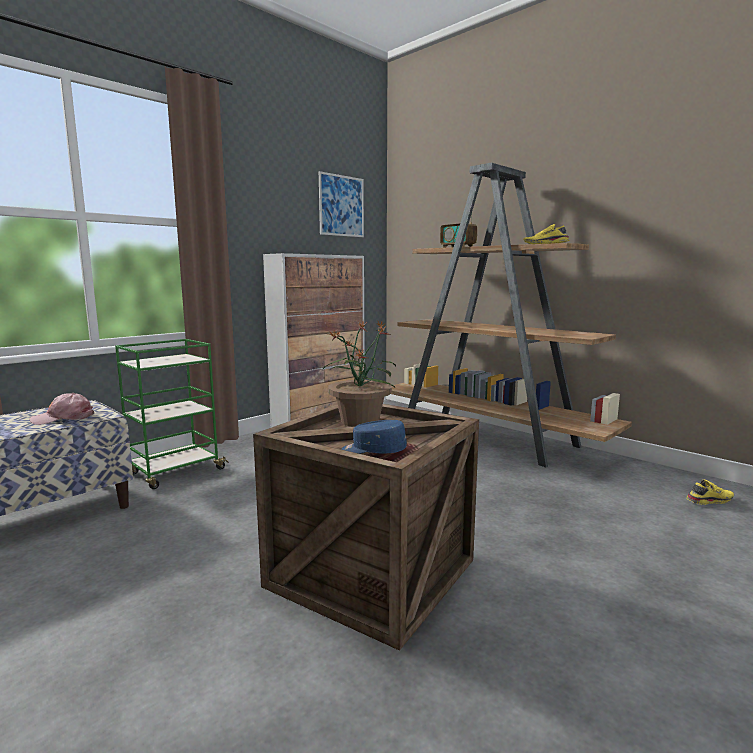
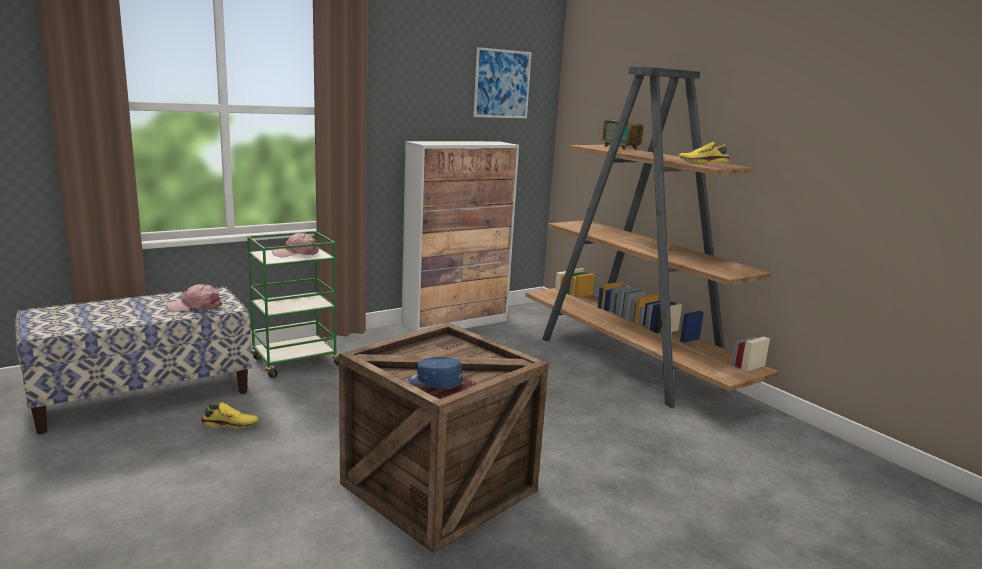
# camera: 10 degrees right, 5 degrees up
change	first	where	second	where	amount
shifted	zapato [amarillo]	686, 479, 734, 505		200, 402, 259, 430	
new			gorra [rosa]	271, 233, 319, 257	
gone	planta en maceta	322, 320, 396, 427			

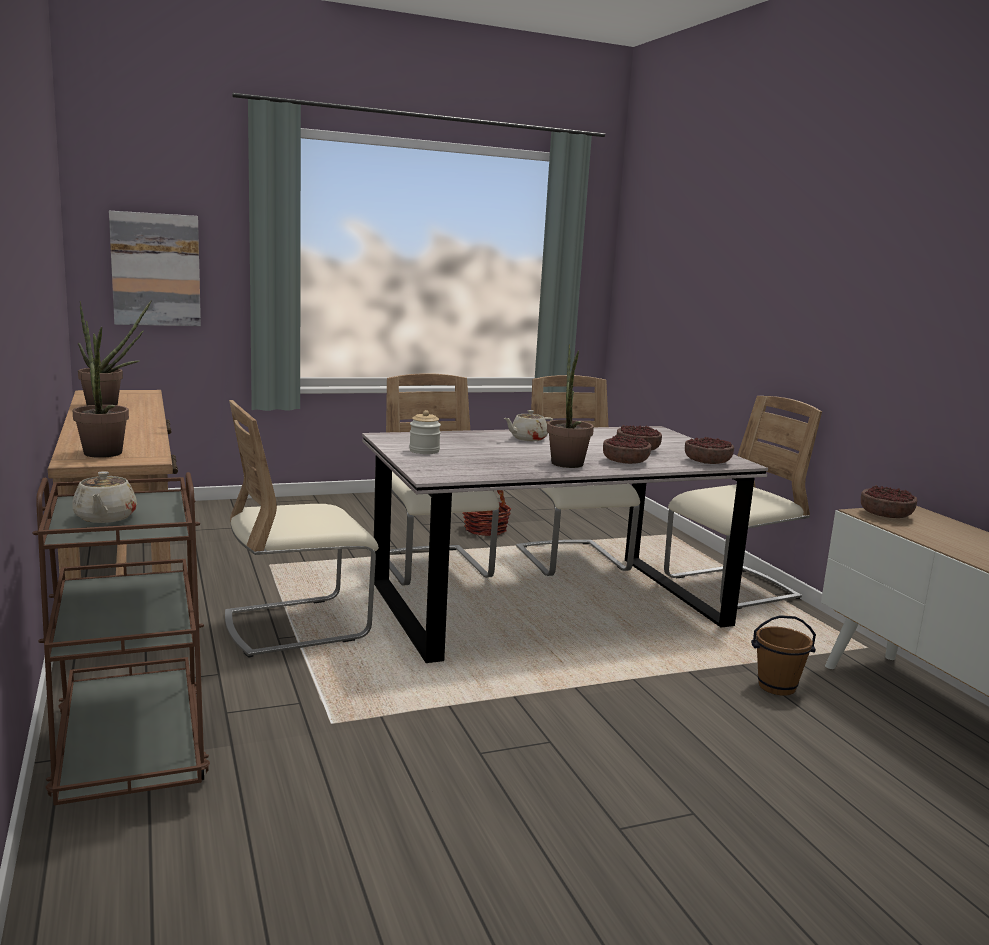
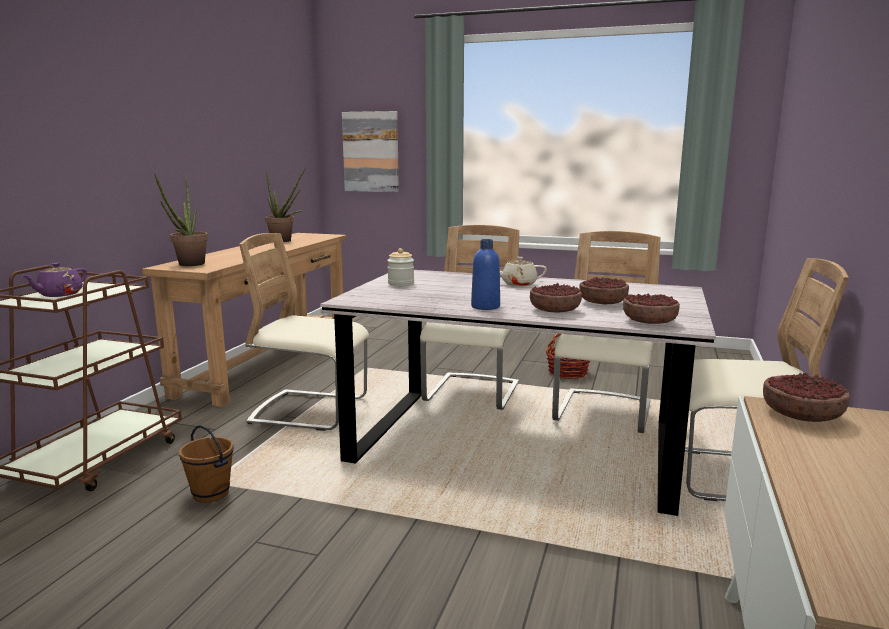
# camera: 40 degrees right, 0 degrees up
change	first	where	second	where	amount
repainted	tetera [beis]	72, 471, 137, 523	tetera [morado]	22, 263, 87, 297	
shifted	cubo [marrón]	751, 615, 816, 696		179, 425, 234, 503	
swapped	planta en maceta	547, 344, 594, 468	botella [azul]	471, 239, 500, 310	

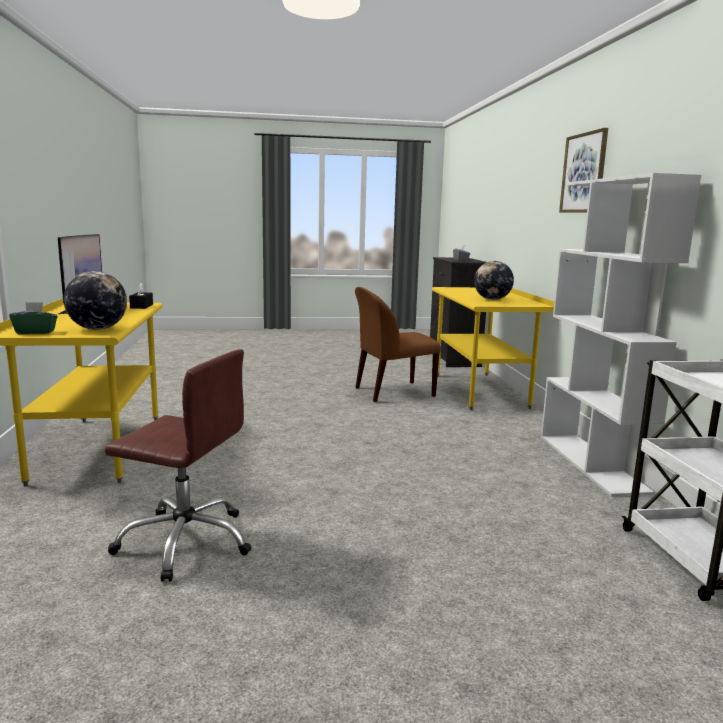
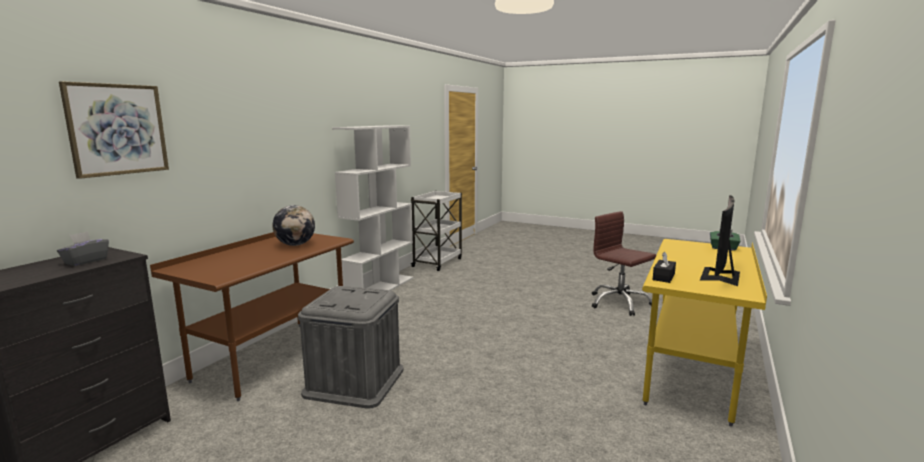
# camera: 145 degrees left, 0 degrees up
change	first	where	second	where	amount
shifted	cuadro	559, 128, 608, 213		59, 81, 169, 179	
repainted	escritorio [amarillo]	432, 287, 554, 410	escritorio [marrón]	150, 232, 354, 401	
swapped	silla [marrón]	355, 287, 441, 402	caja de almacenaje [gris]	298, 286, 404, 409	
gone	globo terráqueo	64, 271, 127, 330			

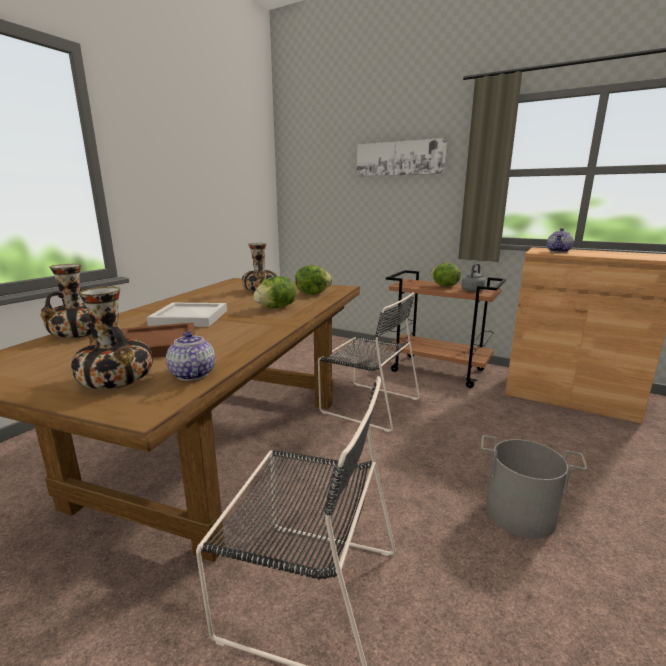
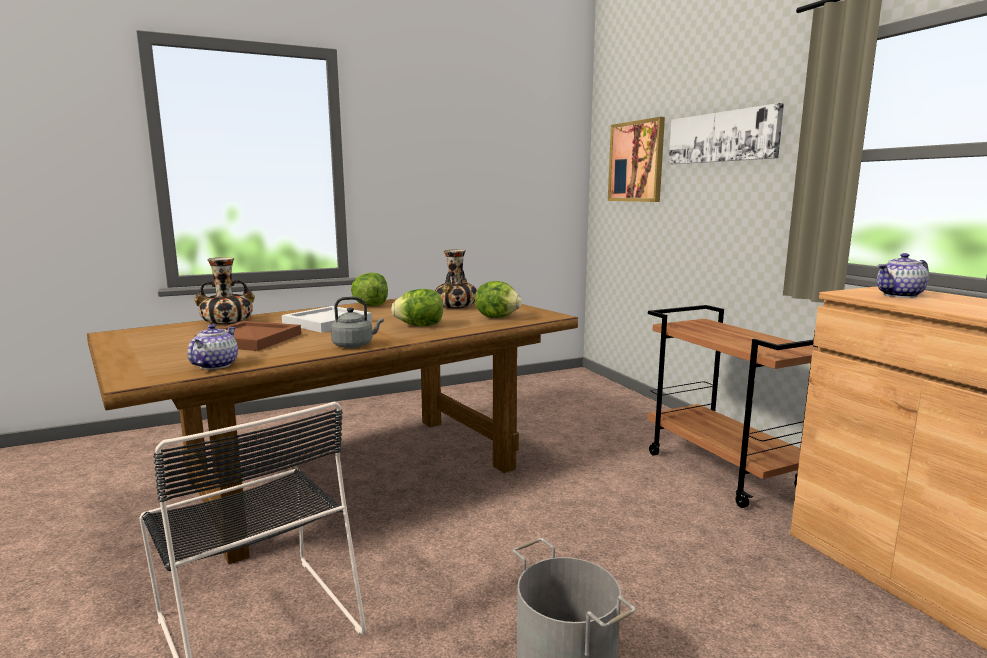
# camera: 35 degrees right, 5 degrees down
change	first	where	second	where	amount
shifted	hervidor [gris]	462, 264, 485, 292		331, 297, 384, 348	
shifted	lechuga	430, 263, 461, 287		351, 272, 388, 306	
new			cuadro	608, 117, 665, 202	
gone	florero	71, 286, 153, 389			
gone	silla [negro]	318, 292, 420, 432			

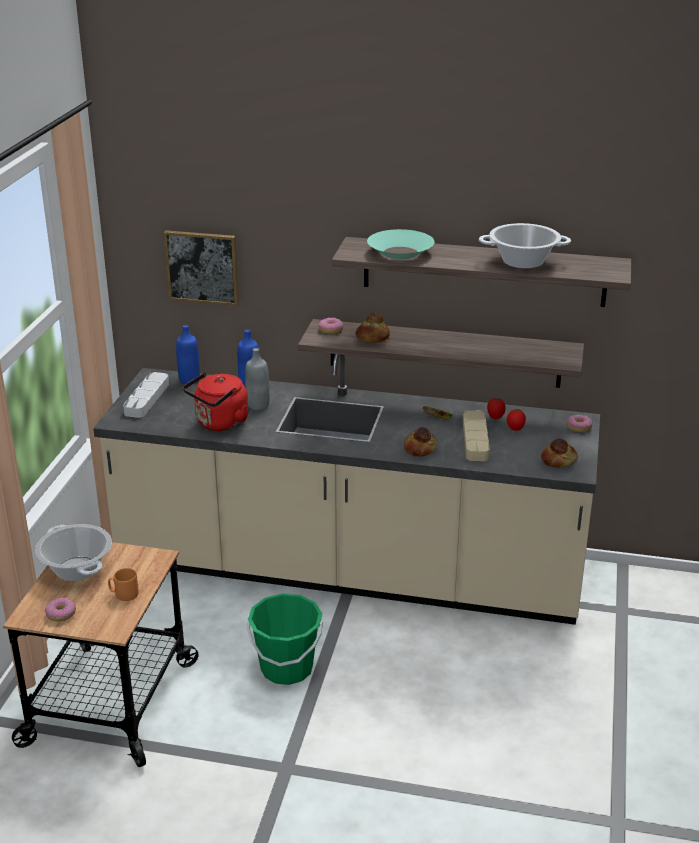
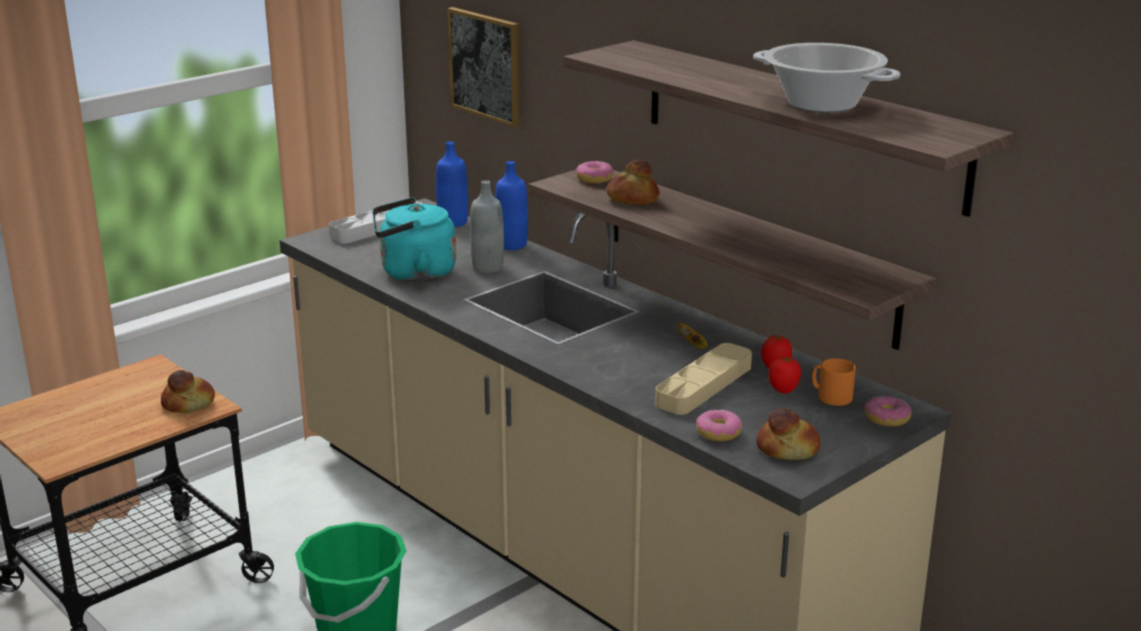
# camera: 35 degrees right, 5 degrees down
change	first	where	second	where	amount
shifted	pan	404, 427, 438, 457		161, 370, 215, 413	
repainted	hervidor [rojo]	183, 372, 248, 431	hervidor [turquesa]	372, 197, 456, 282	
shifted	rosquilla	45, 598, 76, 622		696, 410, 742, 441	
shifted	taza grande [naranja]	108, 568, 139, 601		812, 358, 856, 406	
gone	olla	35, 524, 112, 581			
gone	cuenco [turquesa]	367, 229, 435, 260			

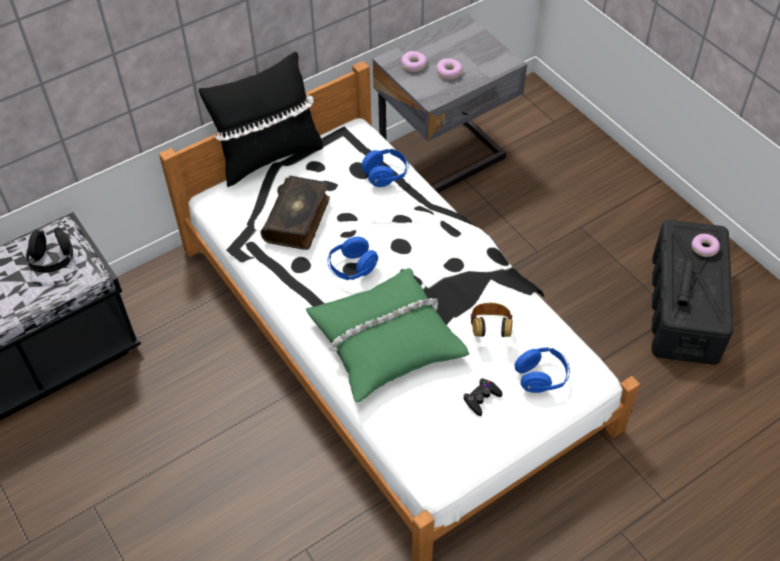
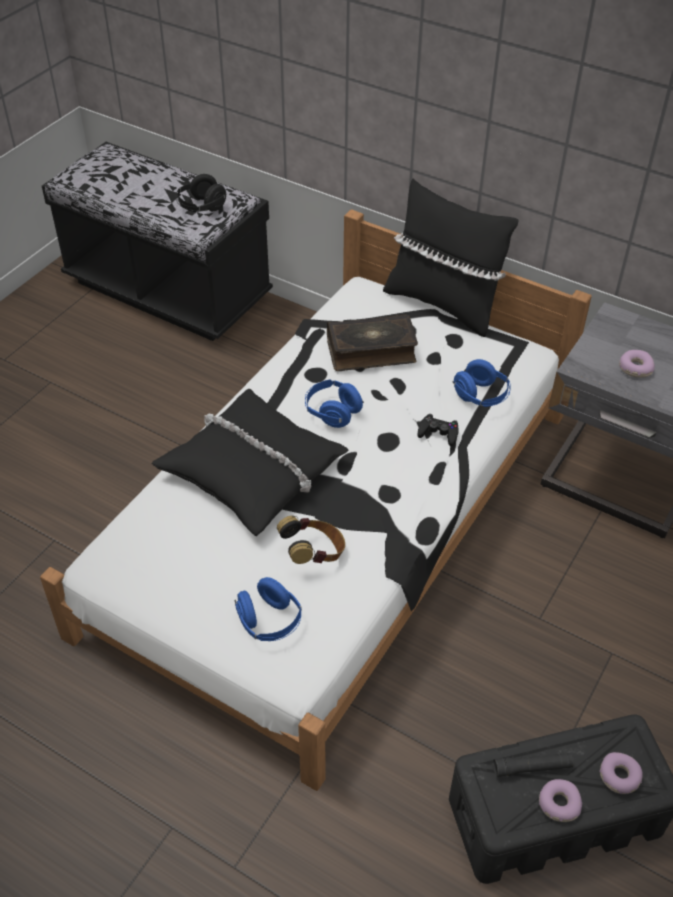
# camera: 65 degrees right, 5 degrees down
change	first	where	second	where	amount
repainted	cojín [verde]	306, 268, 469, 403	cojín [negro]	152, 389, 348, 536	
shifted	mando de consola [negro]	463, 378, 502, 416		418, 414, 459, 446	
shifted	rosquilla	401, 51, 427, 72		539, 779, 582, 822	

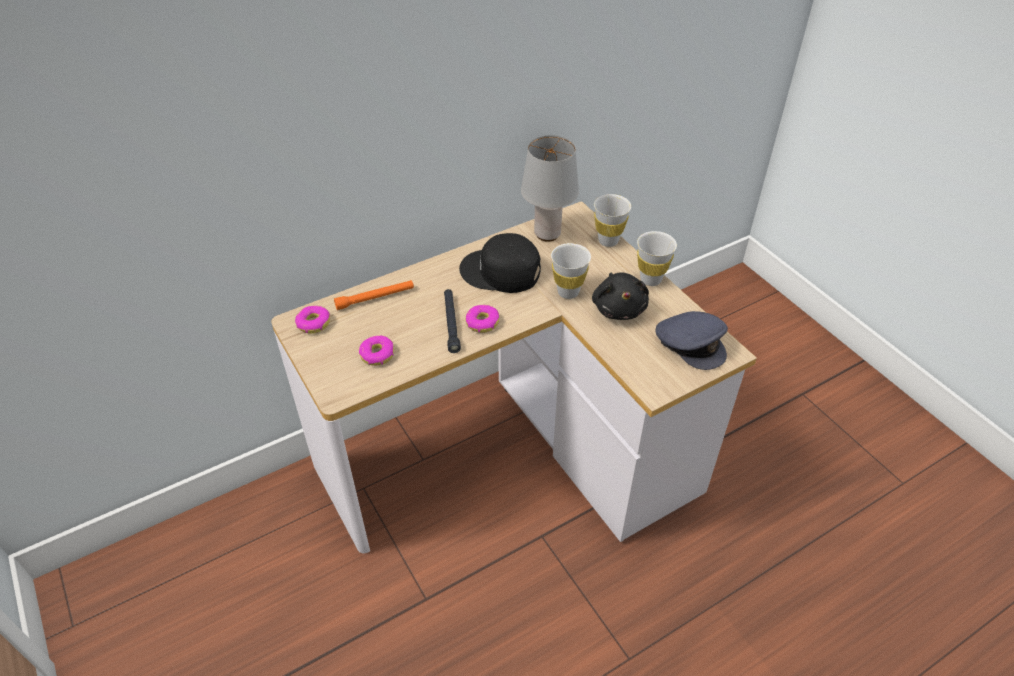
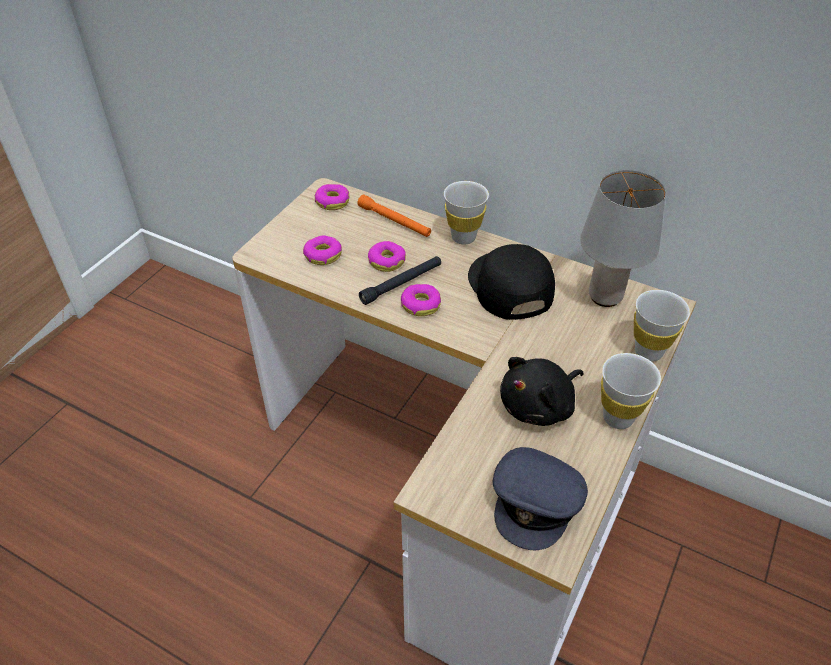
# camera: 60 degrees right, 0 degrees up
change	first	where	second	where	amount
new			rosquilla	368, 241, 406, 272	
shifted	taza [blanco]	551, 243, 591, 299		444, 181, 489, 245	

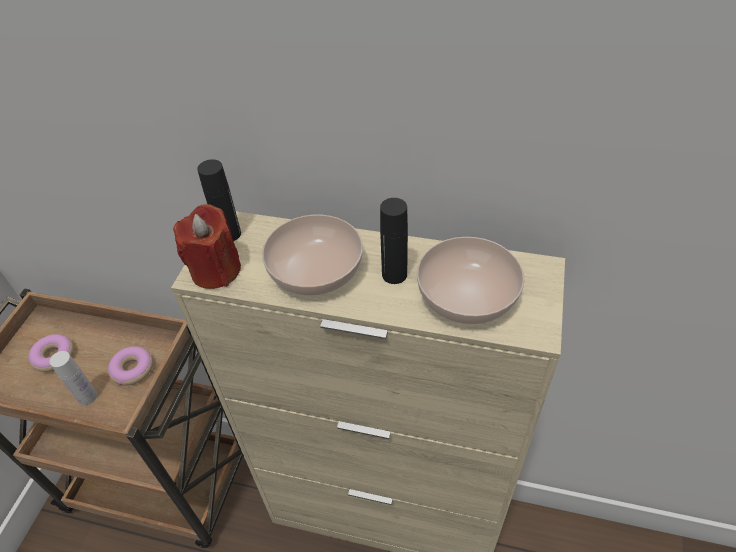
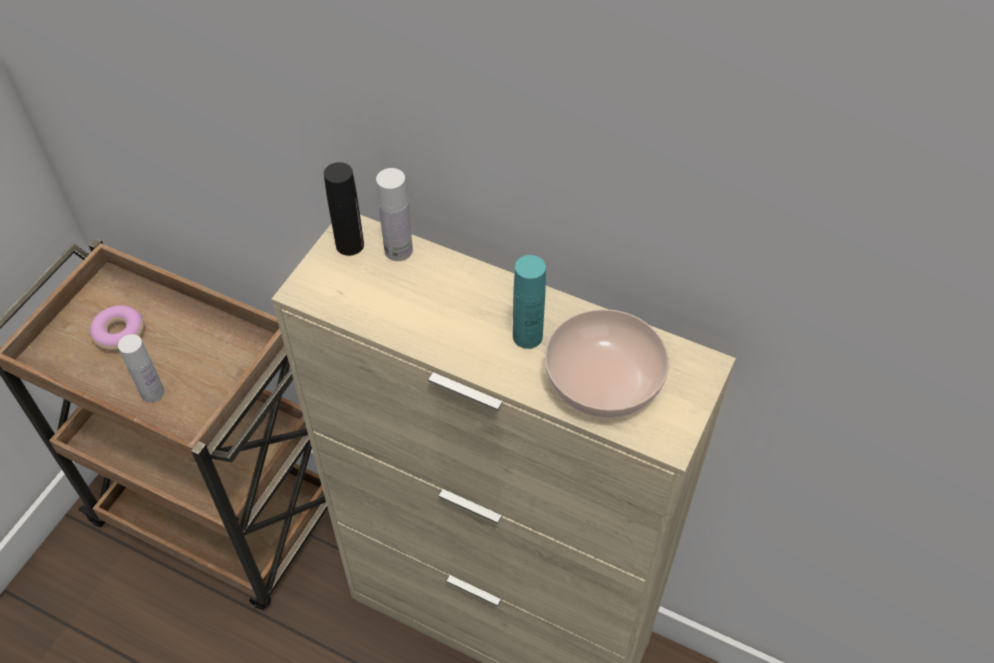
# camera: 10 degrees right, 5 degrees up
change	first	where	second	where	amount
new			botella [blanco]	376, 168, 413, 261	
repainted	botella [negro]	380, 198, 408, 284	botella [turquesa]	513, 255, 546, 349	
gone	rosquilla	108, 346, 153, 386			
gone	vela [rojo]	173, 204, 241, 289			
gone	cuenco	262, 215, 363, 296			

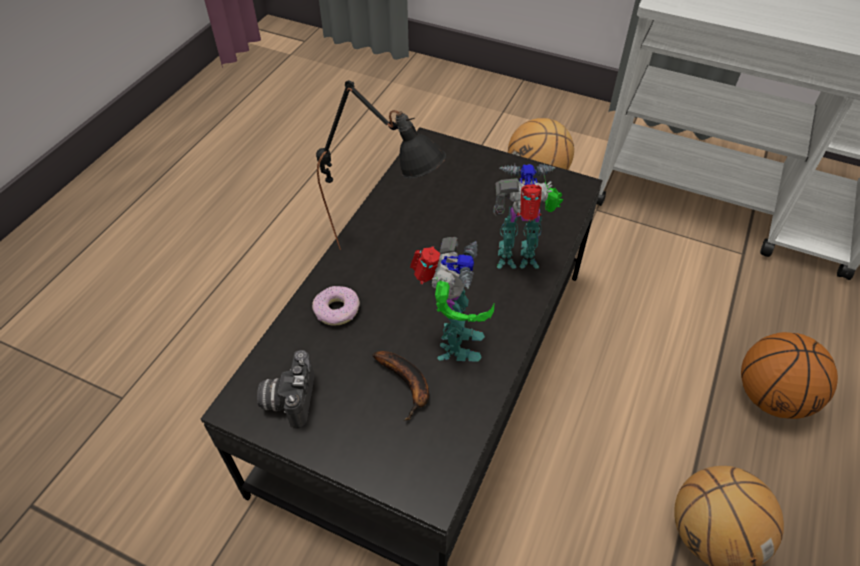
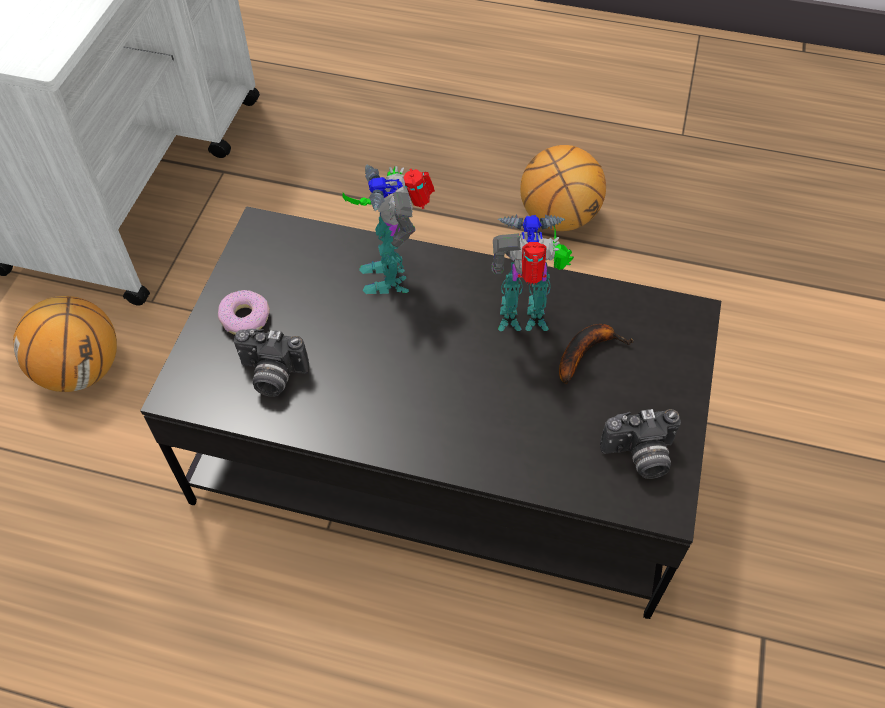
# camera: 100 degrees left, 5 degrees up
change	first	where	second	where	amount
shifted	rosquilla	312, 286, 360, 326		218, 290, 270, 335	
new			cámara	233, 329, 309, 397	
gone	lámpara de mesa [negro]	316, 80, 446, 250			
gone	balón de baloncesto	741, 332, 838, 419			

